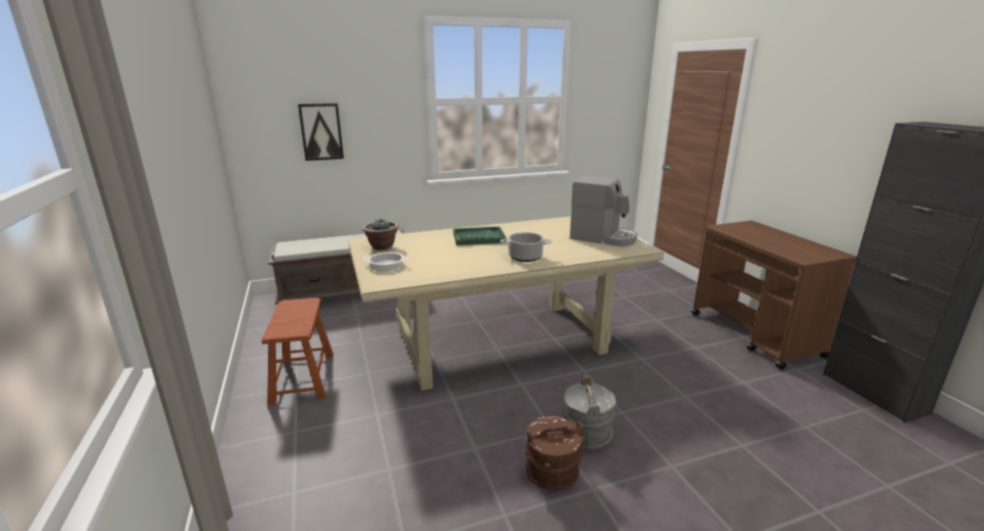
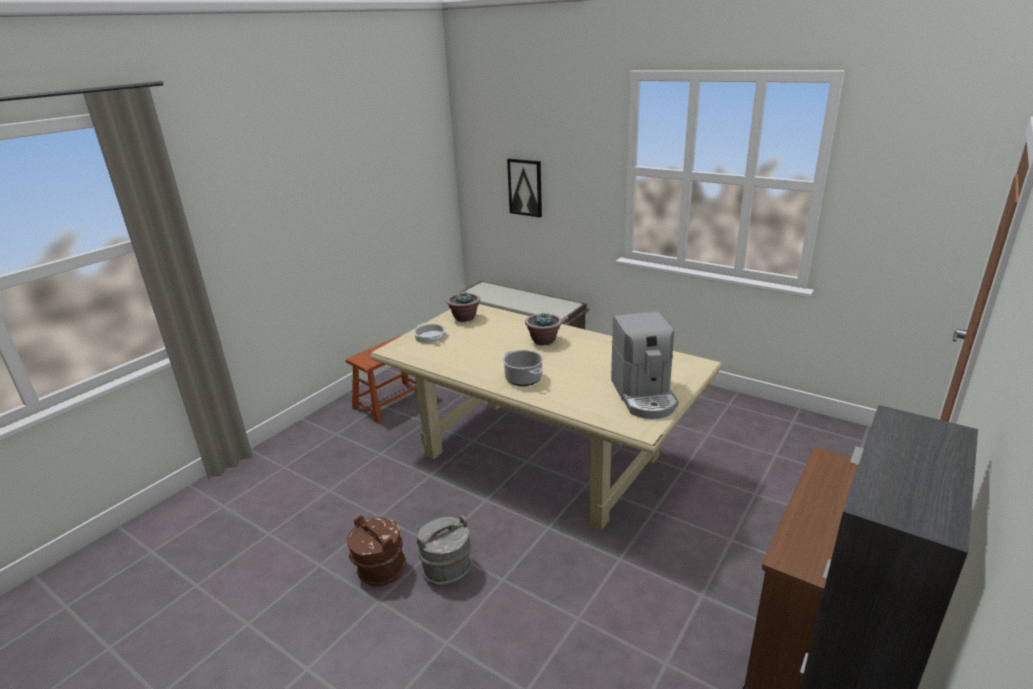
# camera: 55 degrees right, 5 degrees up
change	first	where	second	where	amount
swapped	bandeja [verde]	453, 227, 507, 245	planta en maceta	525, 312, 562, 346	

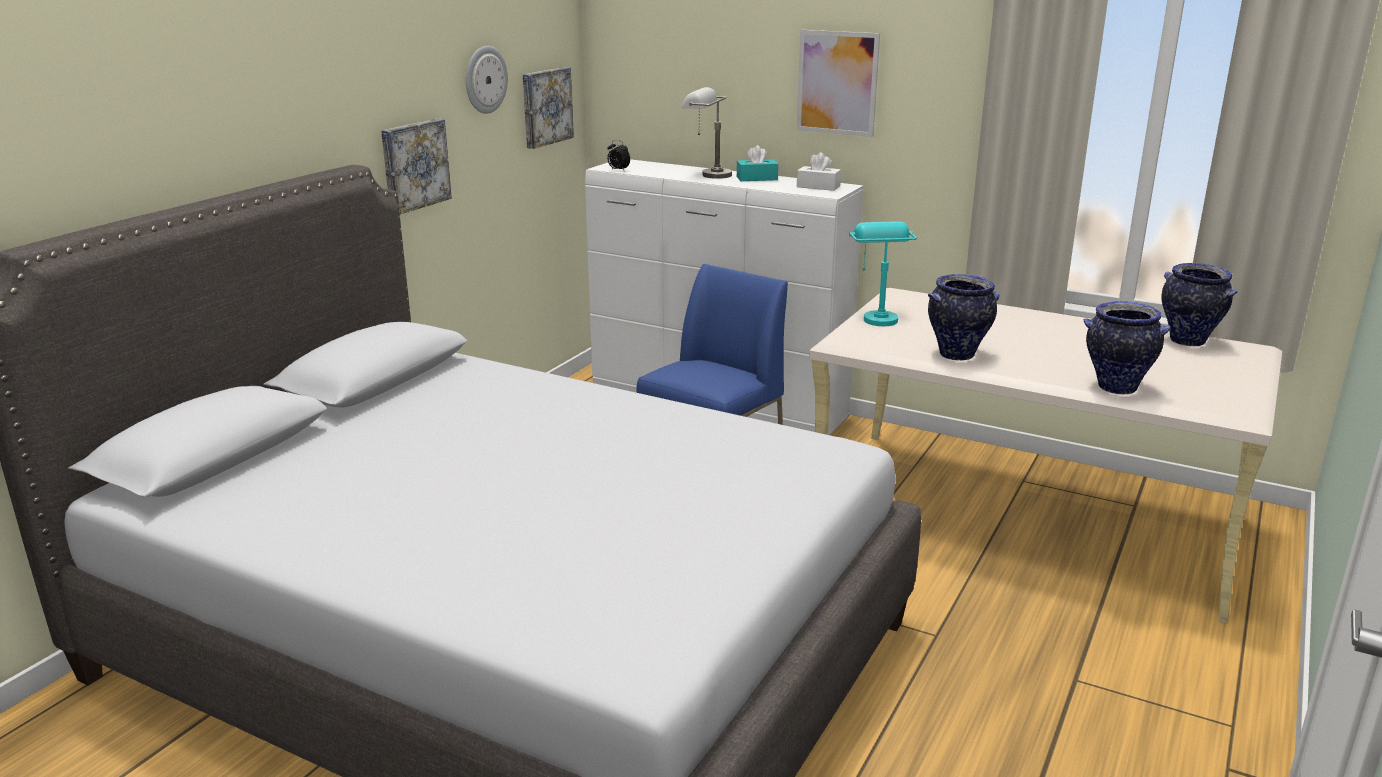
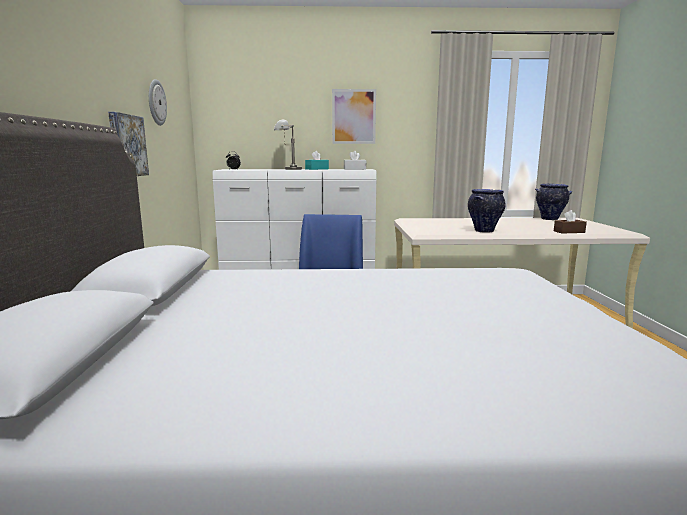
# camera: 30 degrees left, 10 degrees down
change	first	where	second	where	amount
swapped	florero	1084, 302, 1171, 394	caja de pañuelos [marrón]	554, 210, 587, 234	
gone	cuadro	523, 67, 574, 149			
gone	lámpara de mesa [turquesa]	849, 222, 917, 326			

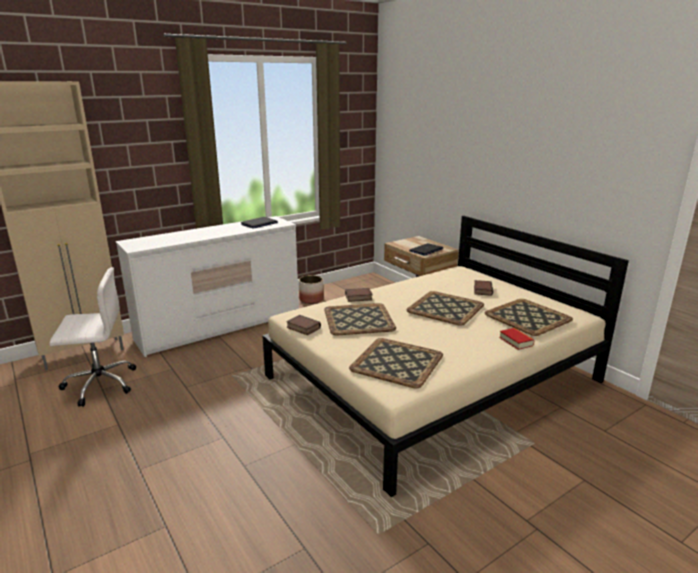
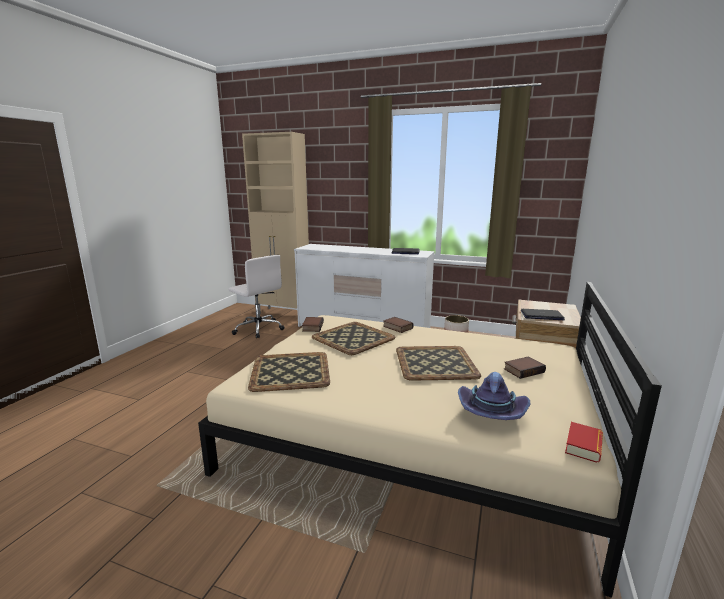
# camera: 55 degrees right, 5 degrees down
change	first	where	second	where	amount
swapped	bandeja	484, 299, 573, 336	sombrero [morado]	458, 372, 531, 420	
shifted	libro	499, 328, 535, 350		565, 422, 603, 463	

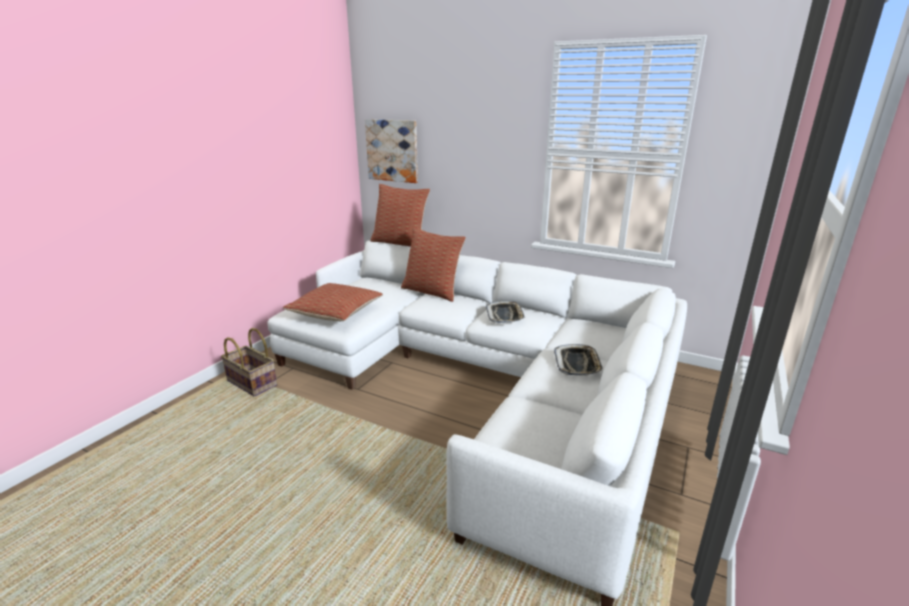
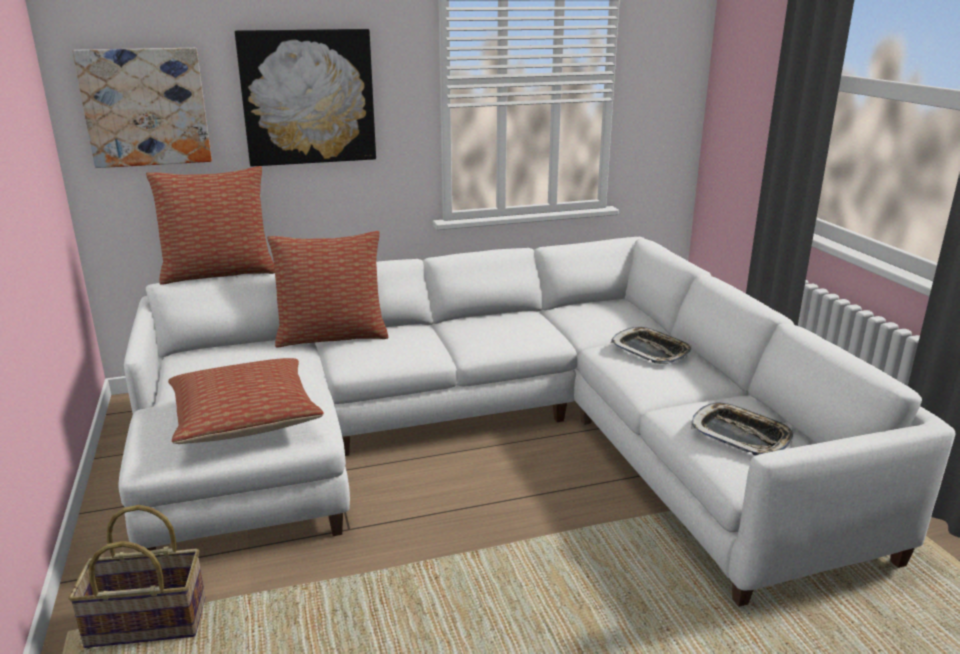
# camera: 45 degrees left, 0 degrees up
change	first	where	second	where	amount
new			cuadro	235, 29, 376, 167	
shifted	bandeja	486, 301, 525, 323		691, 402, 794, 455	

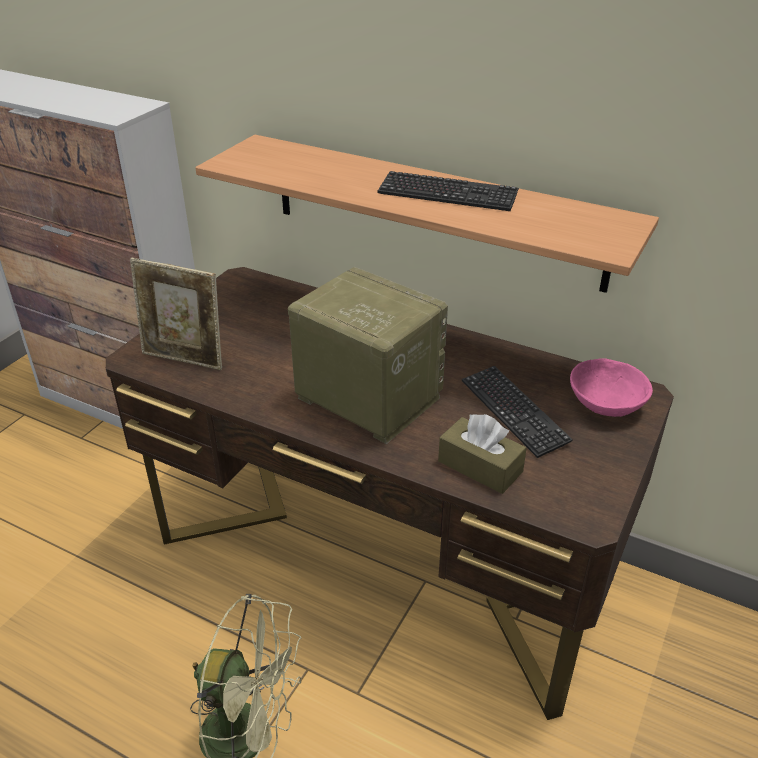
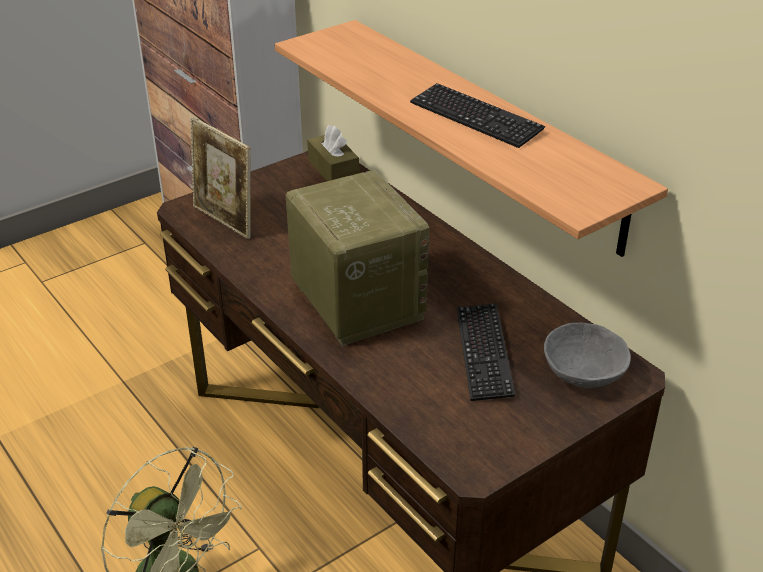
# camera: 25 degrees right, 0 degrees up
change	first	where	second	where	amount
shifted	caja de pañuelos [marrón]	438, 414, 527, 494		307, 125, 359, 181	
repainted	cuenco [rosa]	570, 358, 653, 417	cuenco [gris]	544, 323, 631, 388	

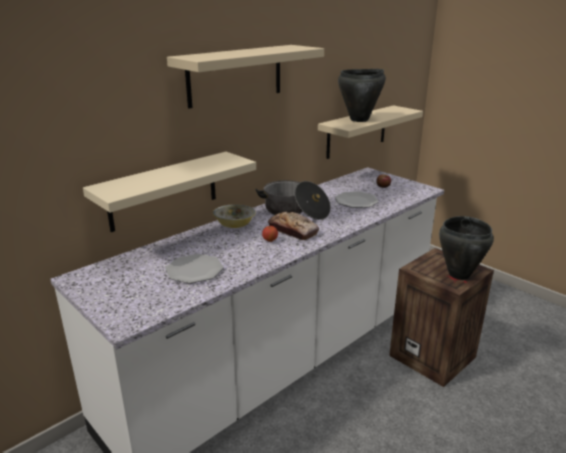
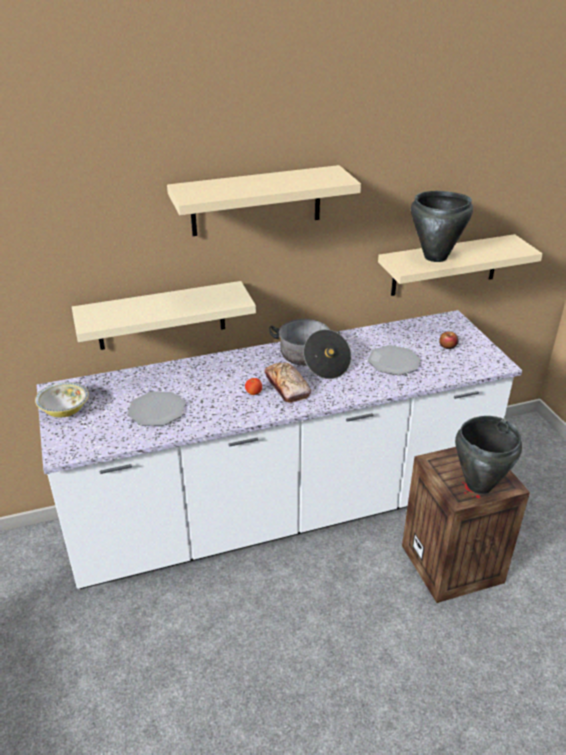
# camera: 25 degrees right, 10 degrees up
change	first	where	second	where	amount
shifted	cuenco	213, 204, 256, 228		35, 382, 89, 417	

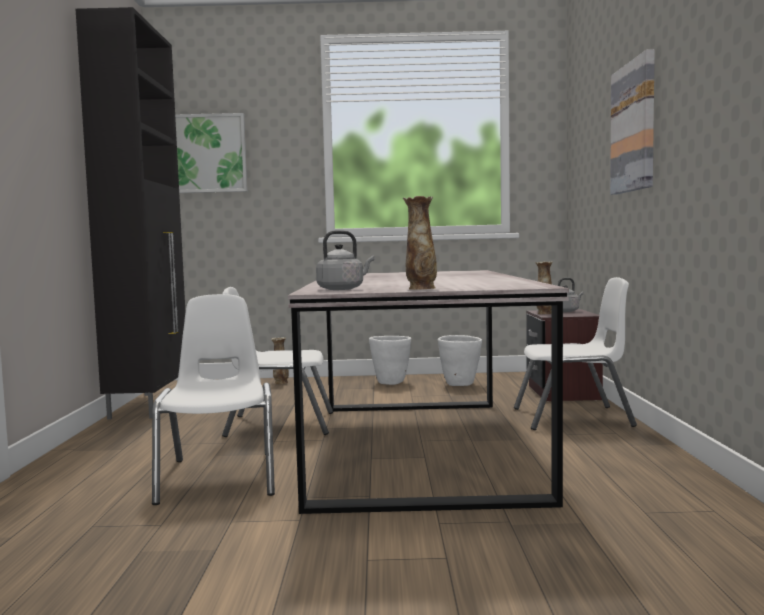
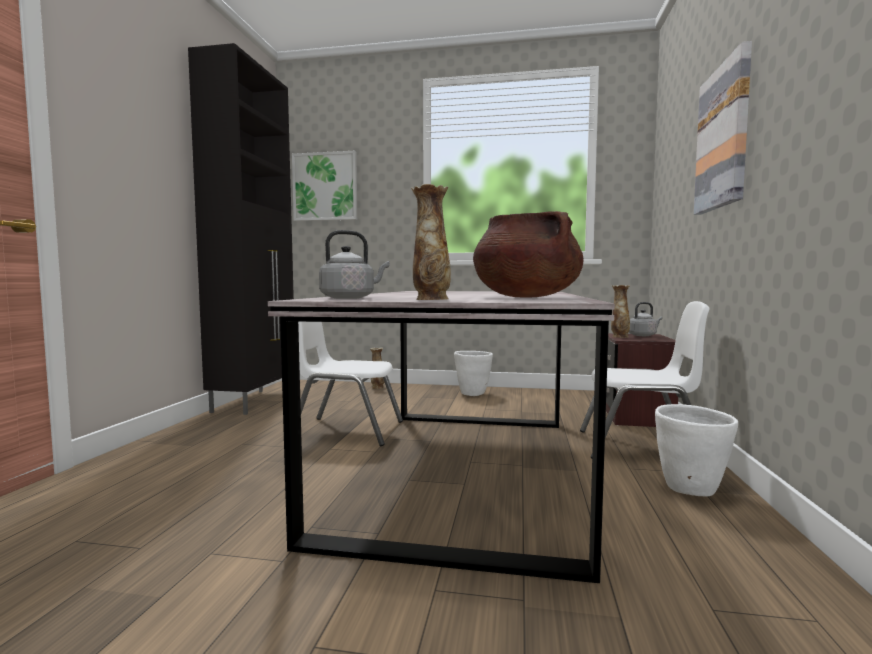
# camera: 10 degrees right, 0 degrees up
change	first	where	second	where	amount
new			olla [marrón]	473, 211, 583, 298	
shifted	maceta [blanco]	438, 335, 482, 386		655, 404, 738, 496	
gone	silla [blanco]	152, 294, 275, 505			

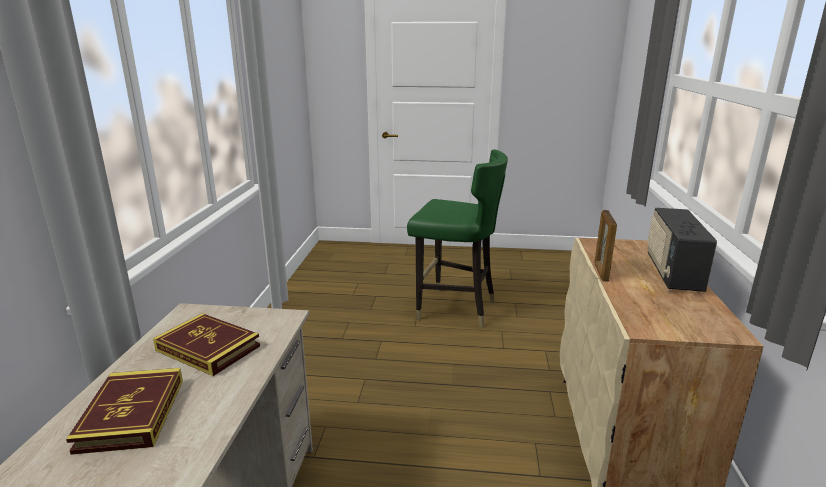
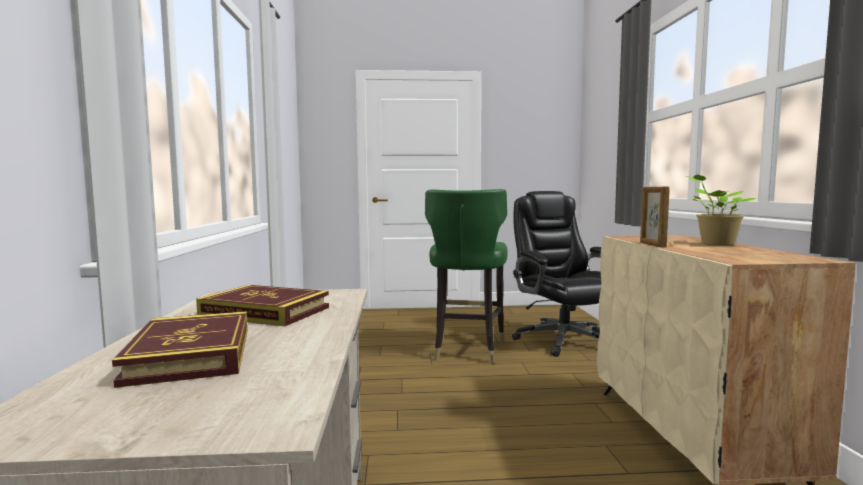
# camera: 10 degrees left, 15 degrees down
change	first	where	second	where	amount
rotated	silla [verde]	407, 150, 508, 328		425, 189, 508, 364	90 degrees clockwise
new			silla de oficina [negro]	512, 191, 601, 357	
swapped	radio	647, 208, 717, 292	planta en maceta	686, 175, 756, 245	

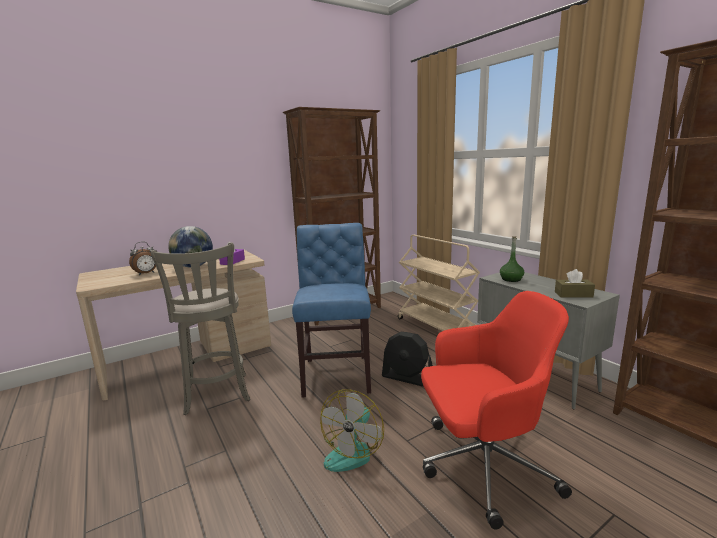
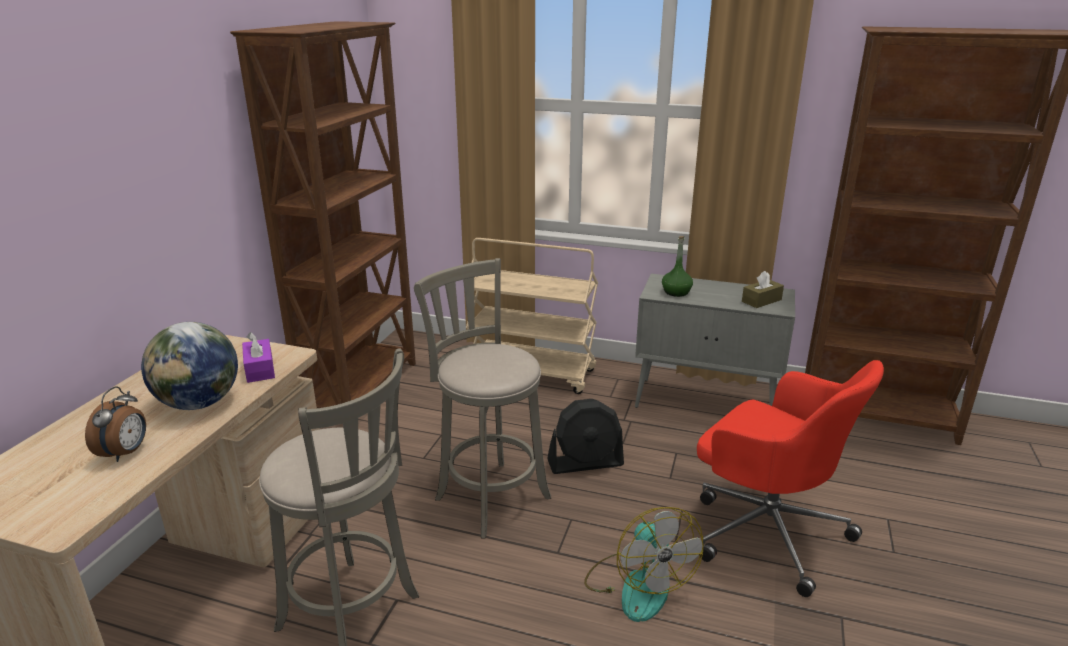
# camera: 40 degrees left, 10 degrees up
change	first	where	second	where	amount
swapped	silla [azul]	292, 223, 371, 398	taburete [gris]	414, 258, 551, 539	
rotated	silla de oficina [rojo]	421, 291, 572, 530		697, 360, 884, 597	90 degrees clockwise

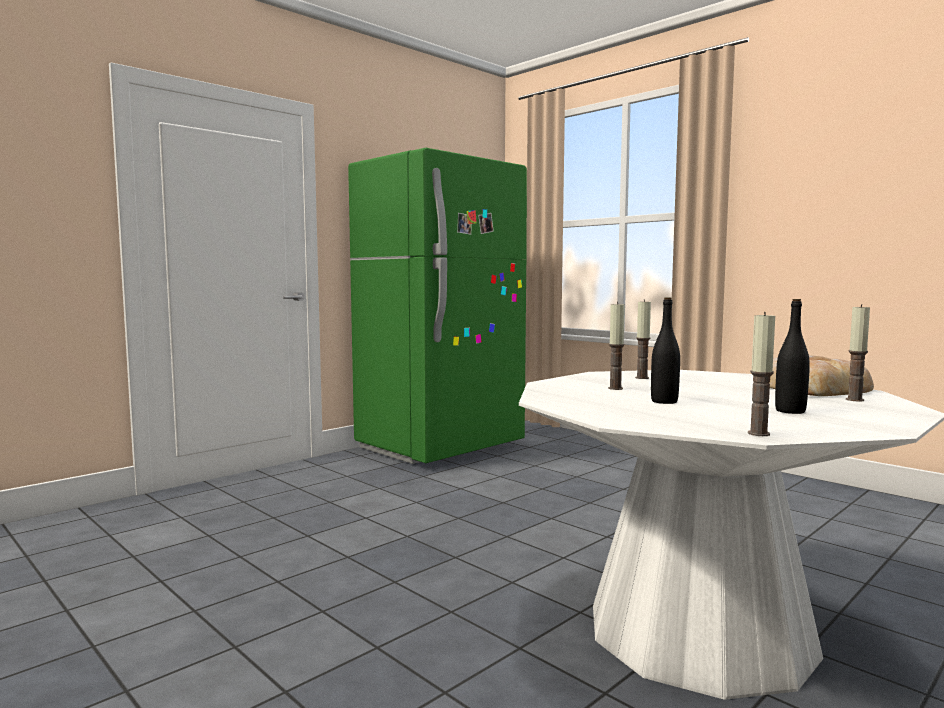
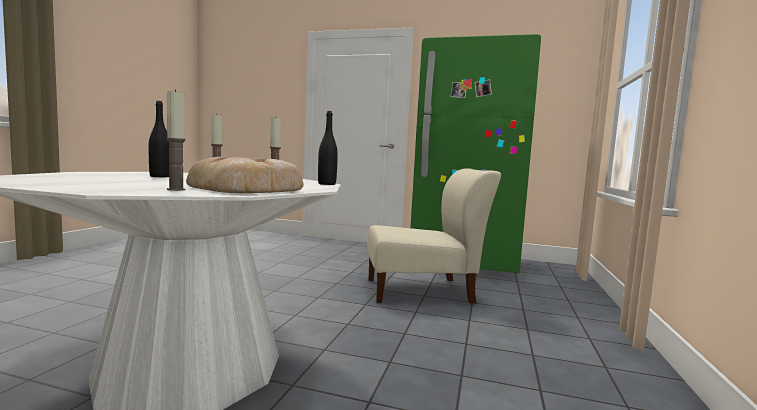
# camera: 60 degrees right, 0 degrees up
change	first	where	second	where	amount
shifted	botella [negro]	775, 299, 810, 414		318, 111, 338, 185	
new			silla [beis]	367, 168, 501, 304	
gone	vela	748, 312, 775, 436			

